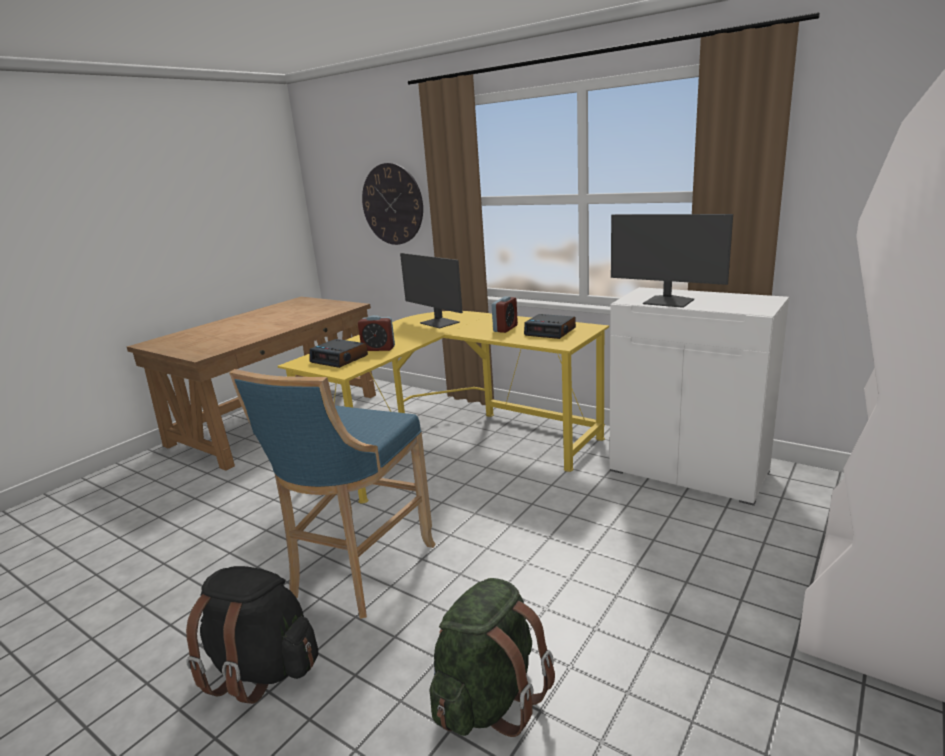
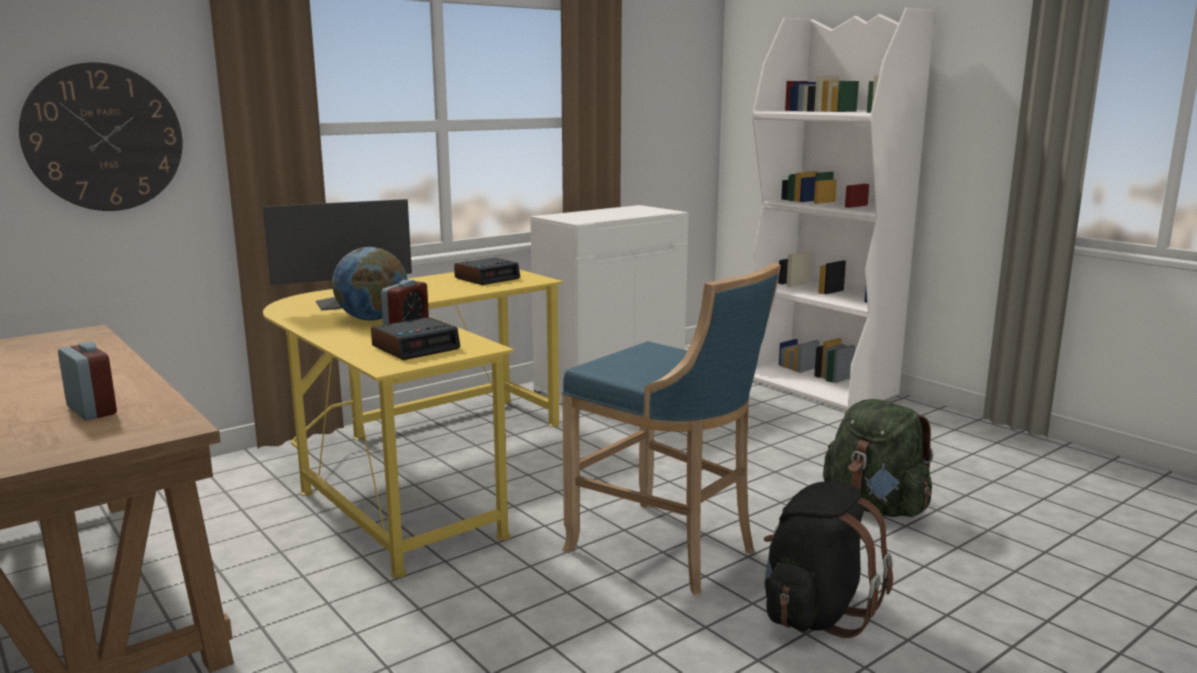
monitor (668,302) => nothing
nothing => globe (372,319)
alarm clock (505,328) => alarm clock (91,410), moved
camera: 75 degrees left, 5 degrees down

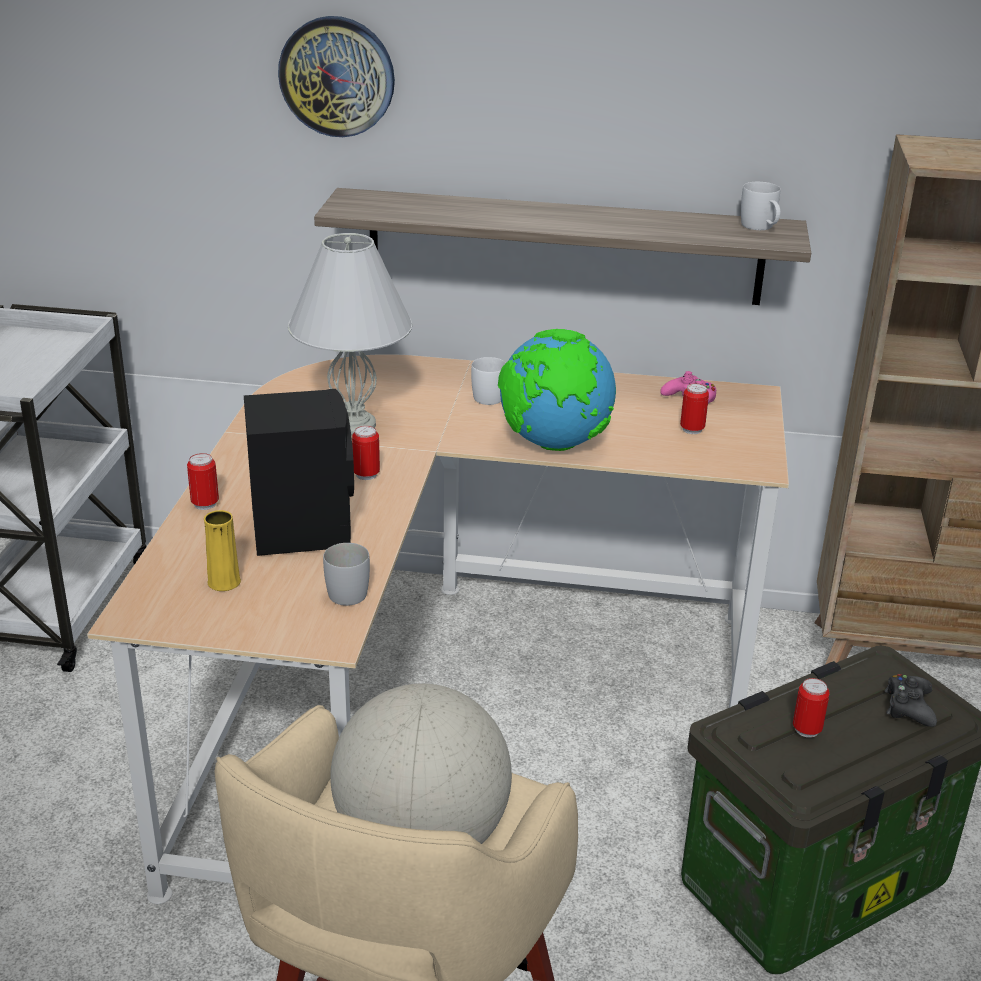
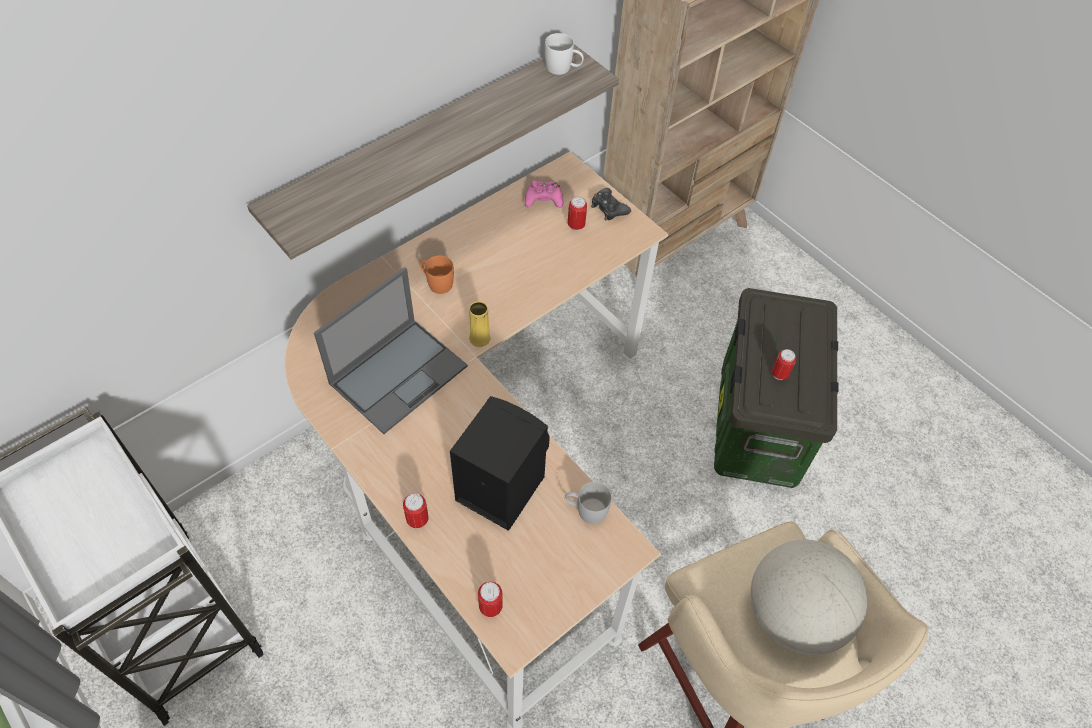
wall clock (337,76) => nothing
globe (554,445) => nothing
vase (yellow) (224,582) => vase (yellow) (479,338), moved
can (366,475) => can (490,607), moved
game controller (black) (909,707) => game controller (black) (609,208), moved
table lamp (white) (354,424) => laptop (399,373)
mug (white) (487,395) => mug (orange) (436,282)
camera: 50 degrees left, 25 degrees up

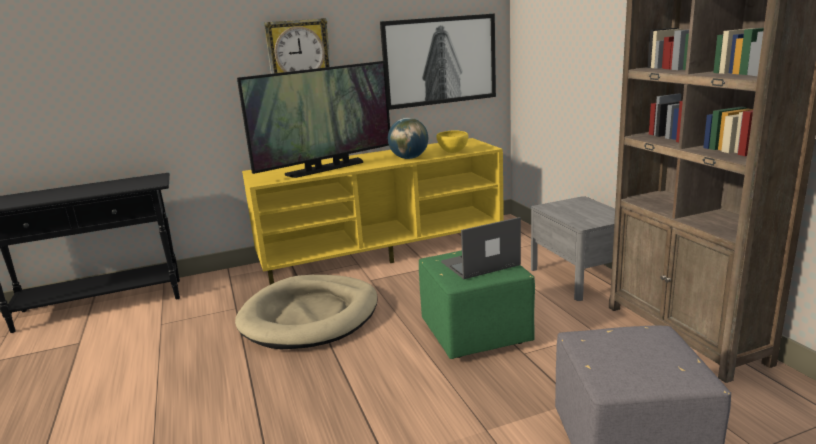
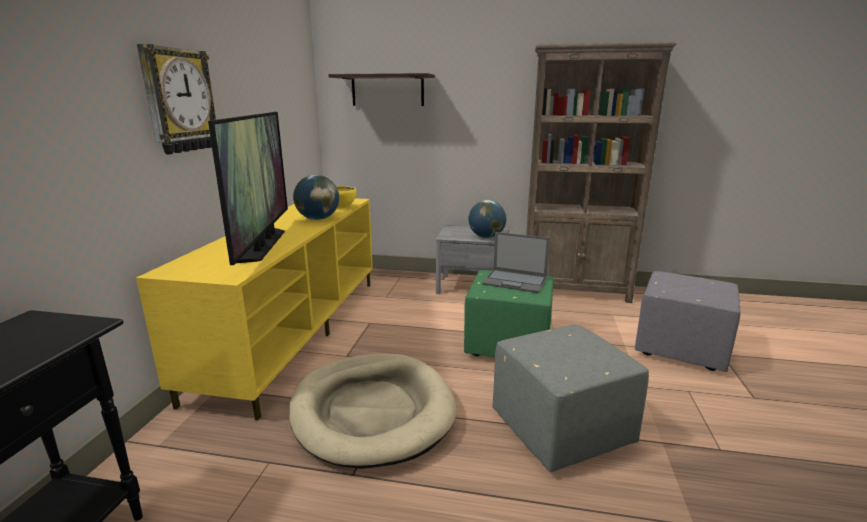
picture (440,61) => nothing
nothing => shelf (387,90)
nothing => globe (486,237)
nothing => ottoman (grey) (560,428)
laptop (479,264) => laptop (515,281), 75 degrees counterclockwise
camera: 60 degrees left, 0 degrees up

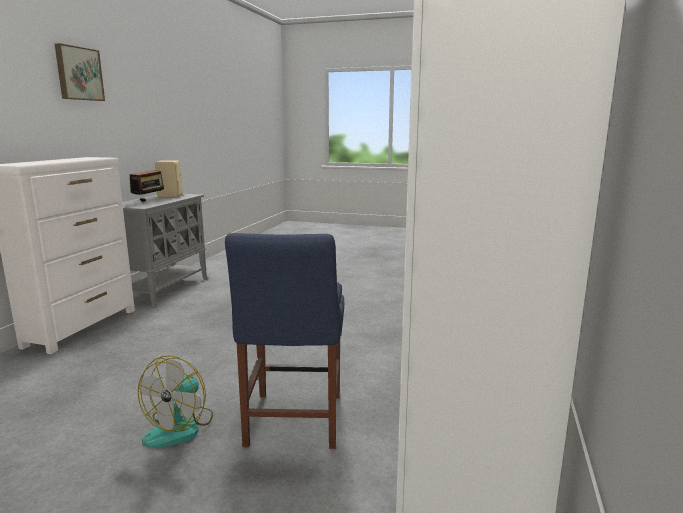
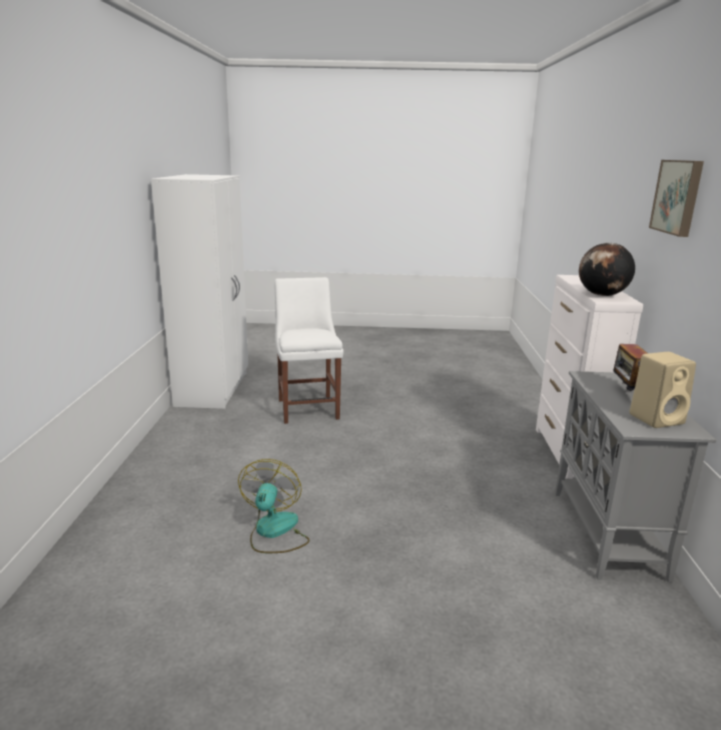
nothing => globe (602,295)
fan (180,427) => fan (274,532), moved
chair (blue) (293,423) => chair (white) (308,407)
camera: 165 degrees right, 5 degrees up

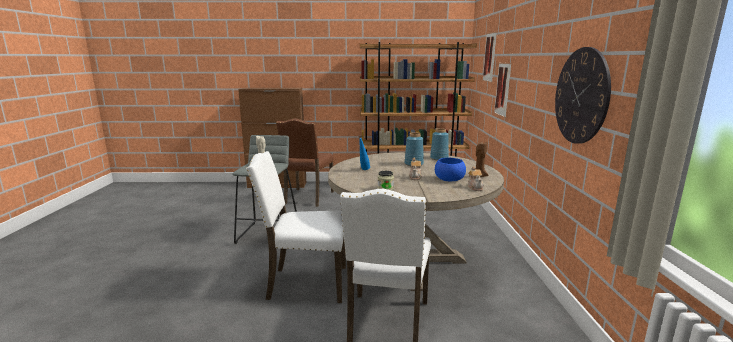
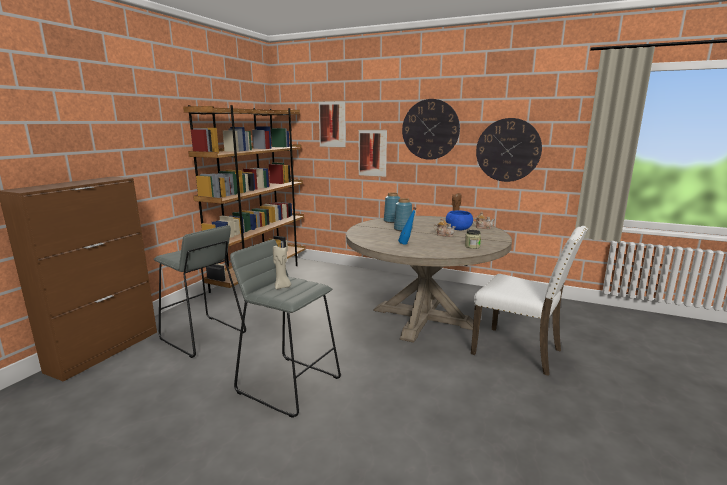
chair (white) (305,283) => nothing
nothing => wall clock (430,129)
chair (brown) (308,198) => stool (grey) (202,336)
camera: 65 degrees left, 0 degrees up

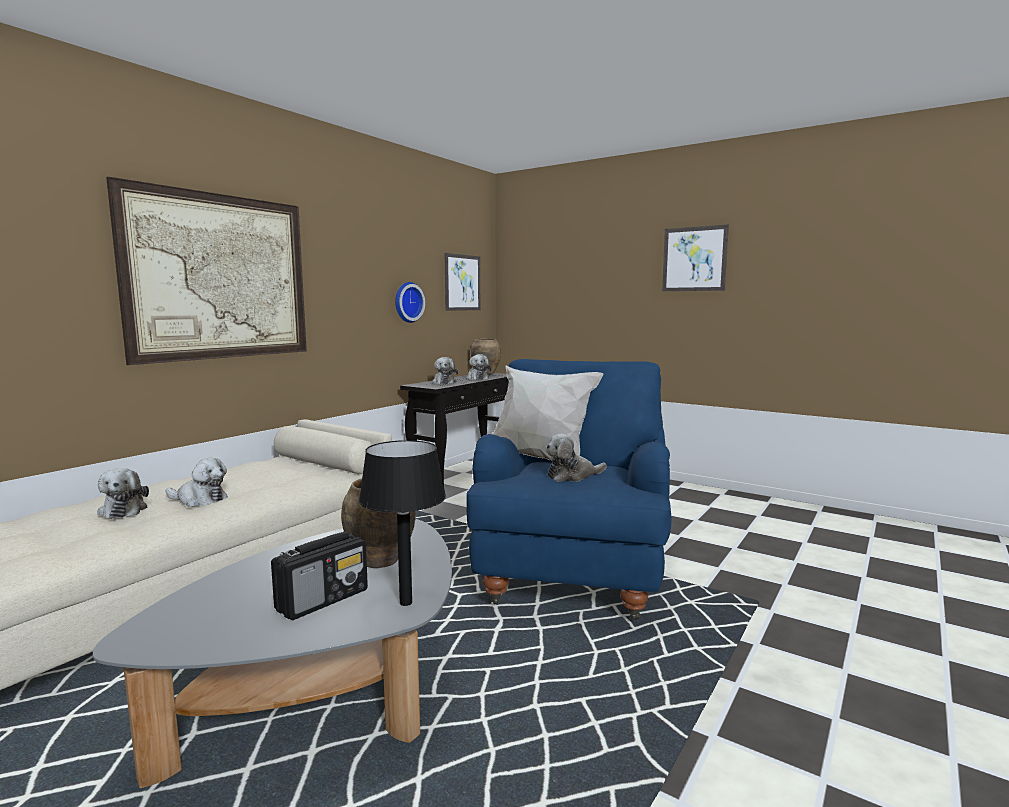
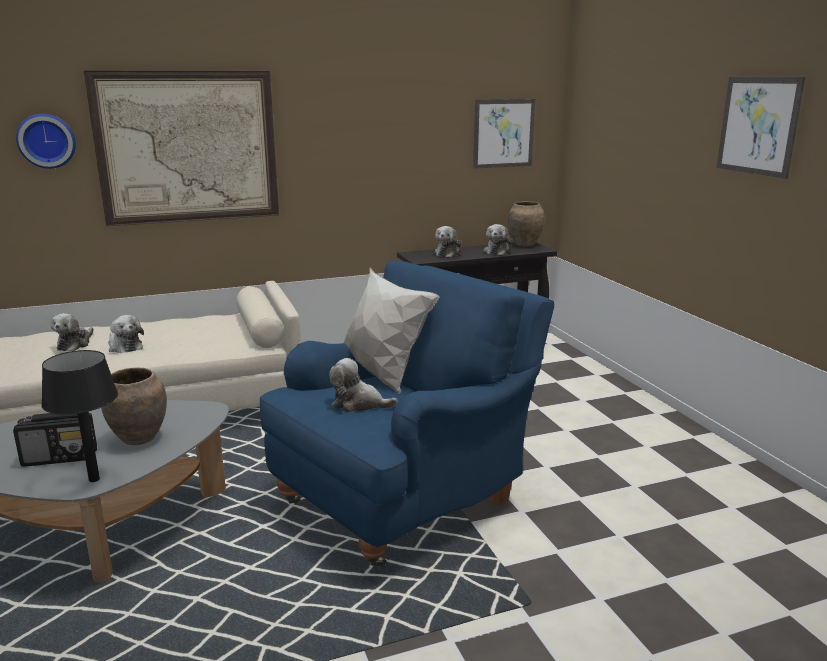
wall clock (407,302) => wall clock (46,141), moved
camera: 35 degrees right, 10 degrees up

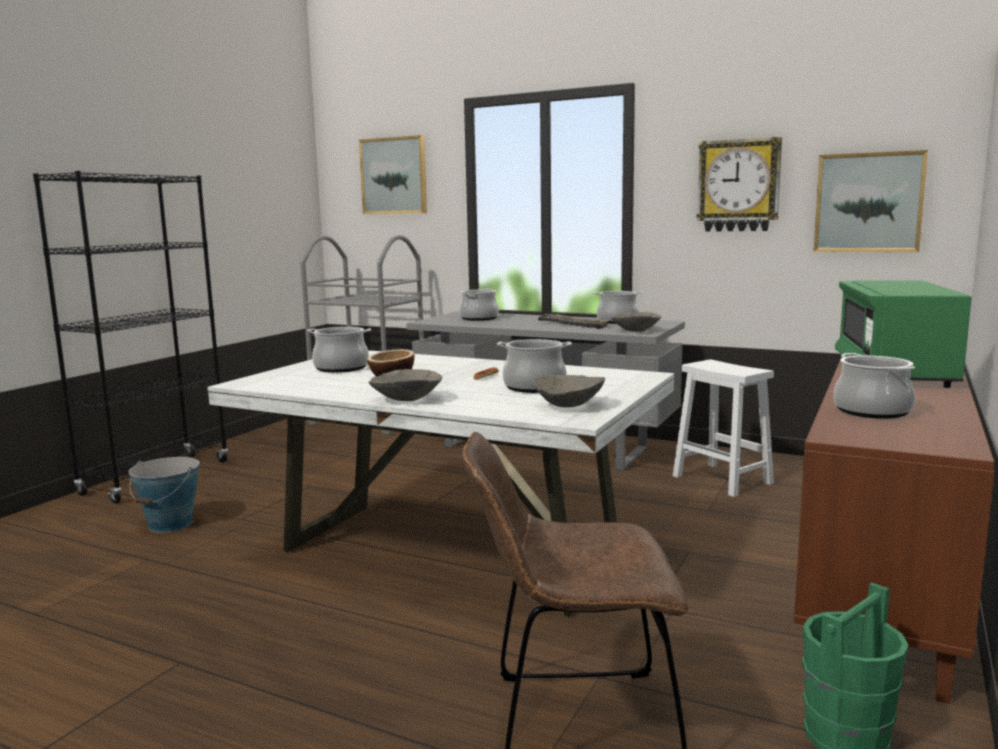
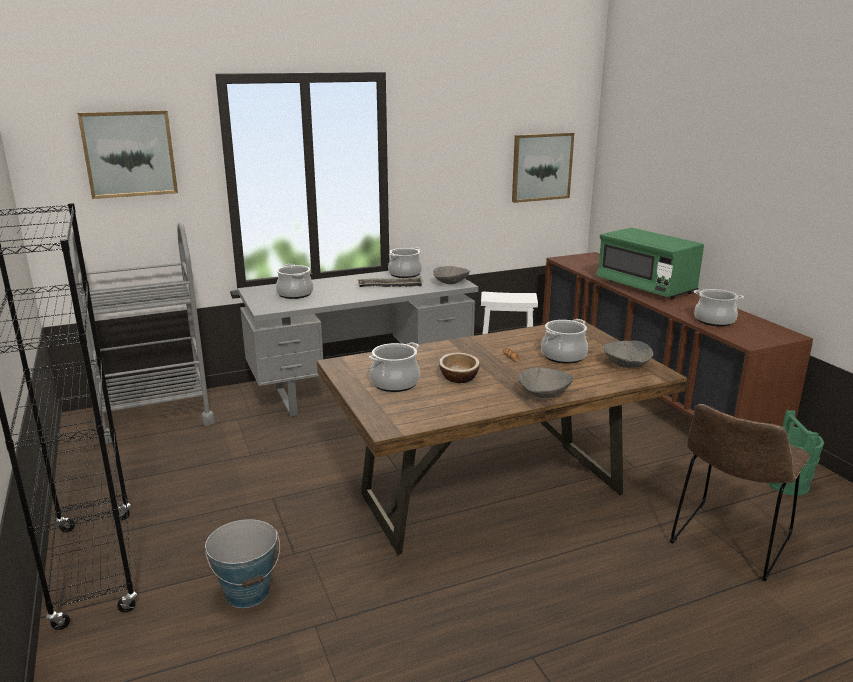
wall clock (739,186) => nothing
dining table (white) (452,554) => dining table (brown) (493,494)
camera: 50 degrees left, 10 degrees up

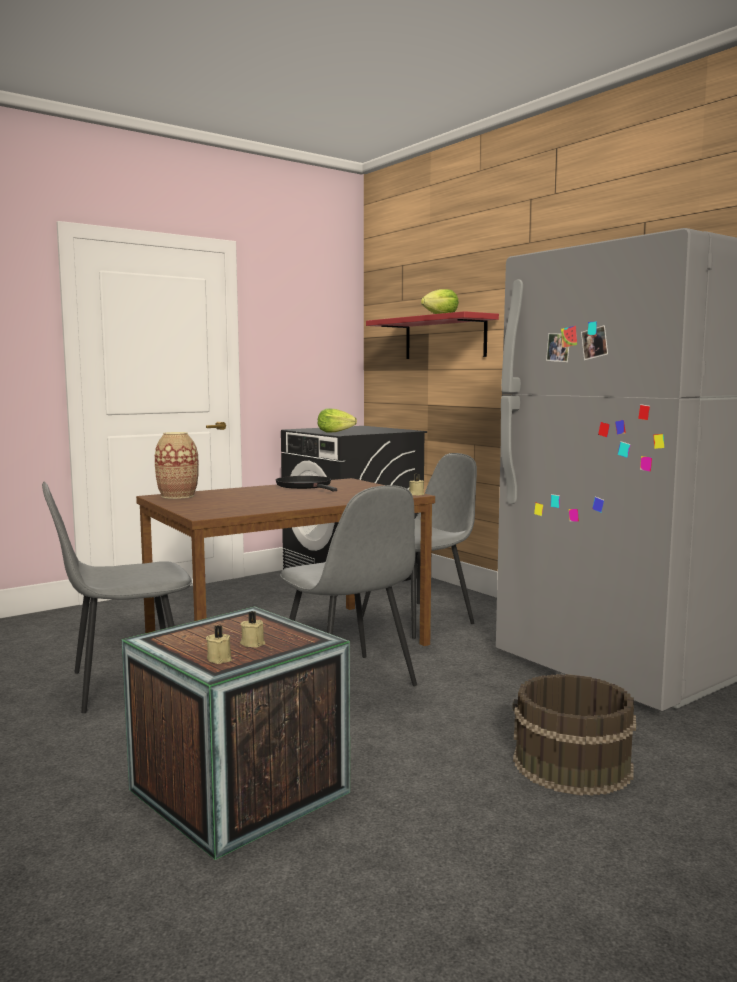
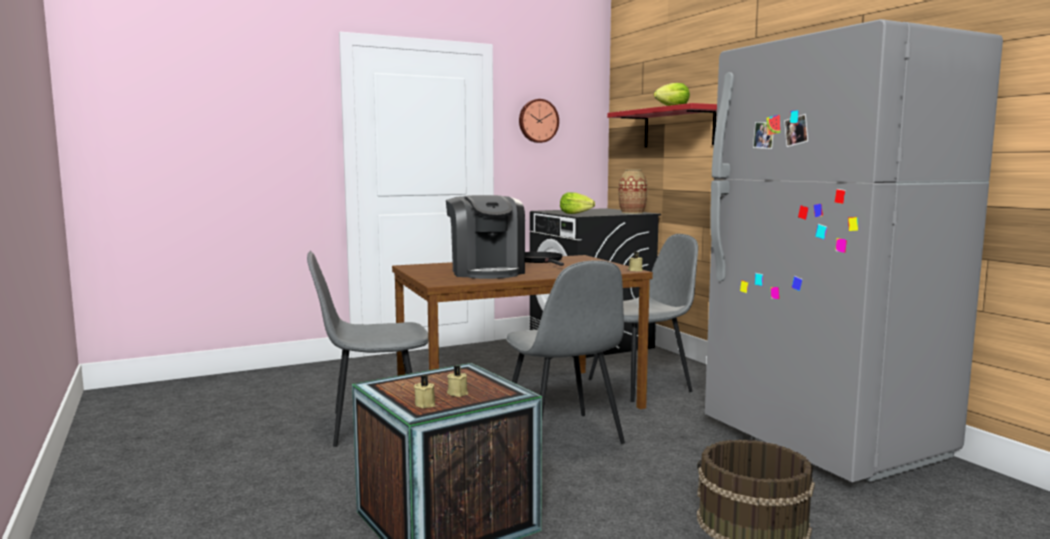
nothing => coffee machine (486,272)
nothing => wall clock (538,121)
vase (177,496) => vase (632,212), moved
camera: 10 degrees right, 0 degrees up

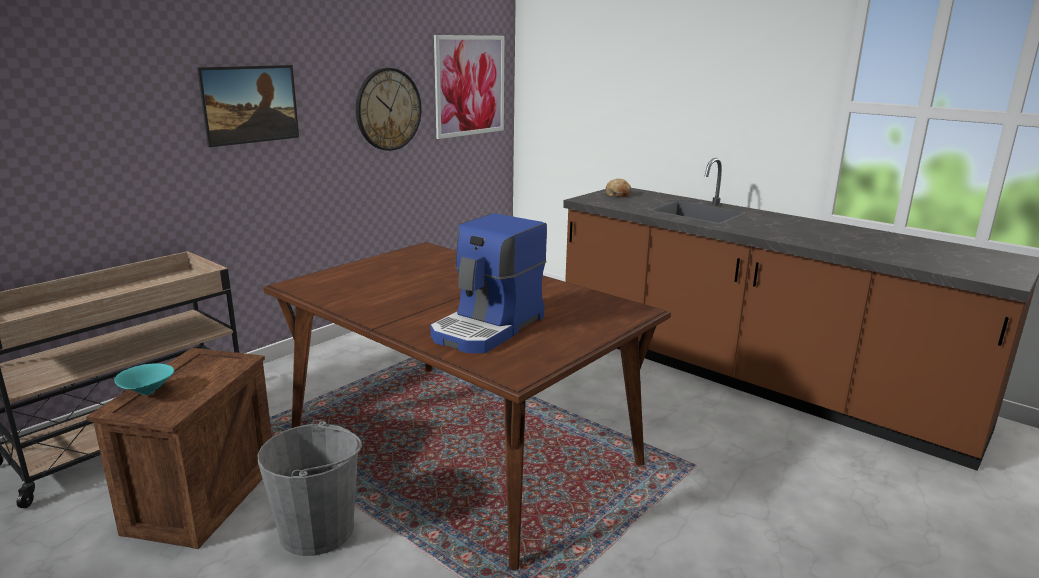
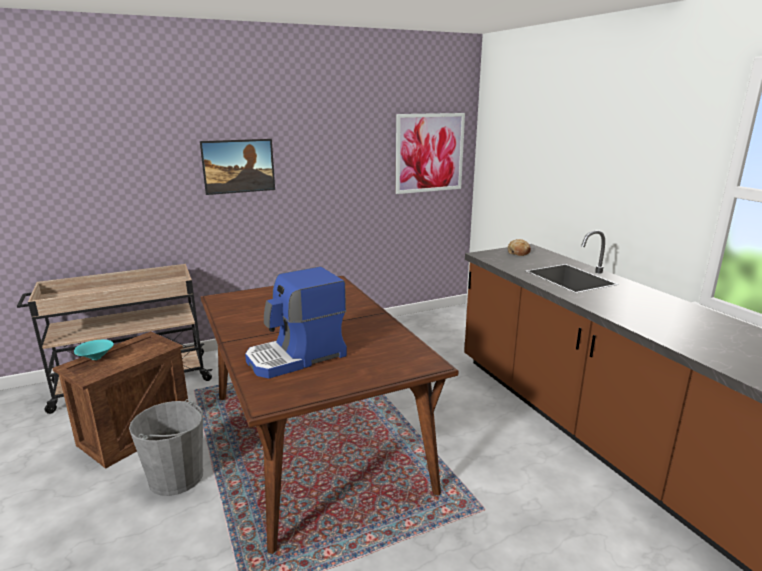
wall clock (388,109) => nothing
camera: 25 degrees right, 0 degrees up

